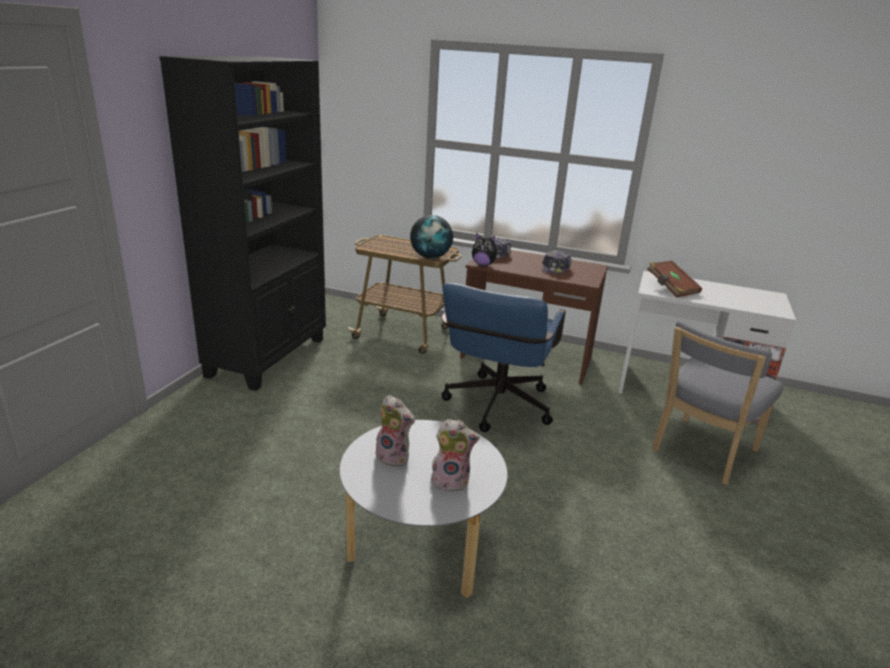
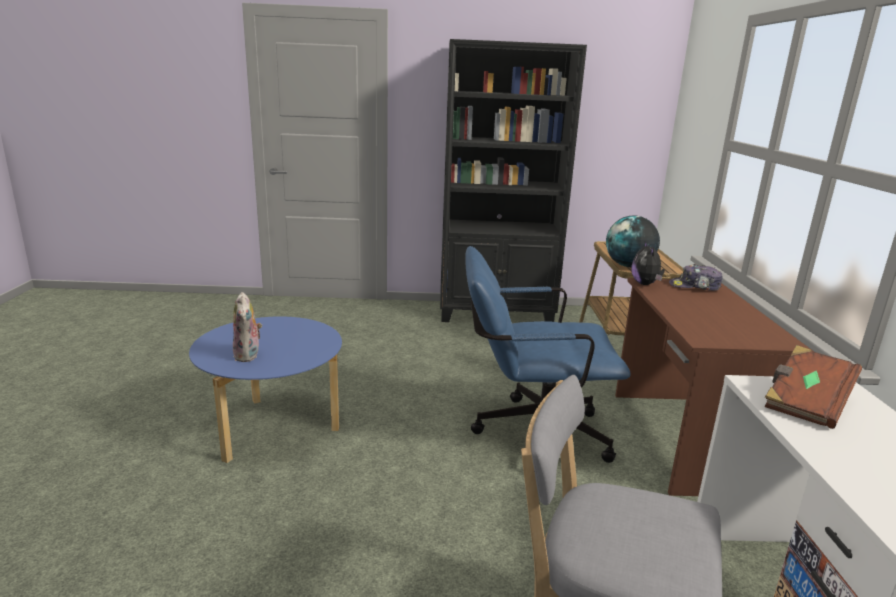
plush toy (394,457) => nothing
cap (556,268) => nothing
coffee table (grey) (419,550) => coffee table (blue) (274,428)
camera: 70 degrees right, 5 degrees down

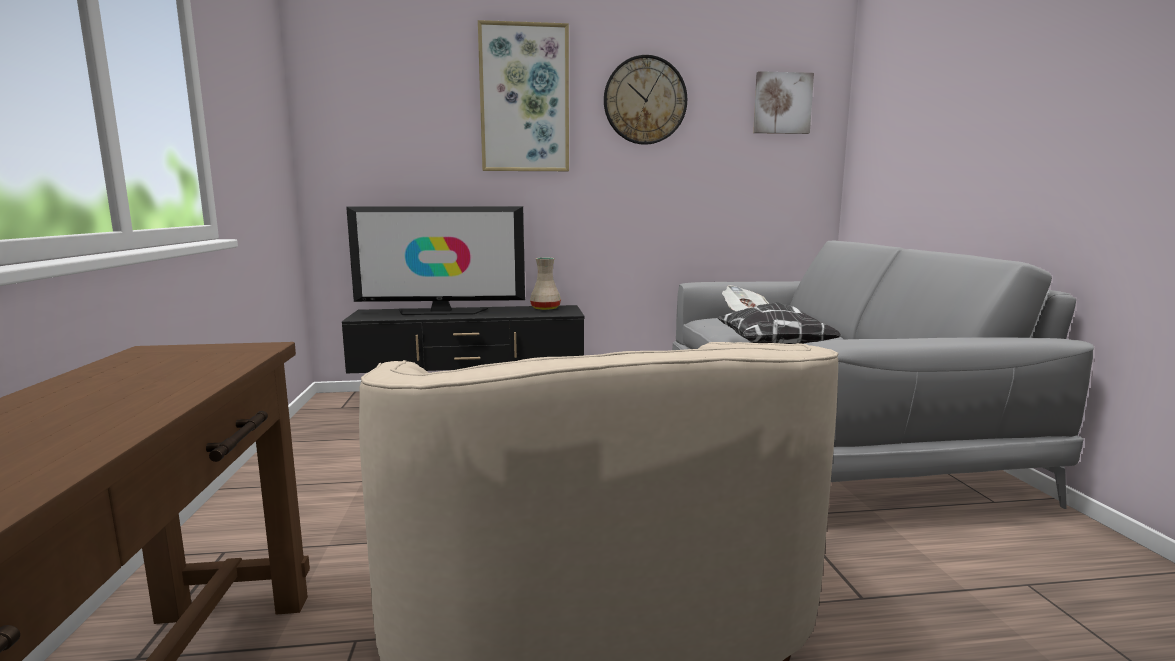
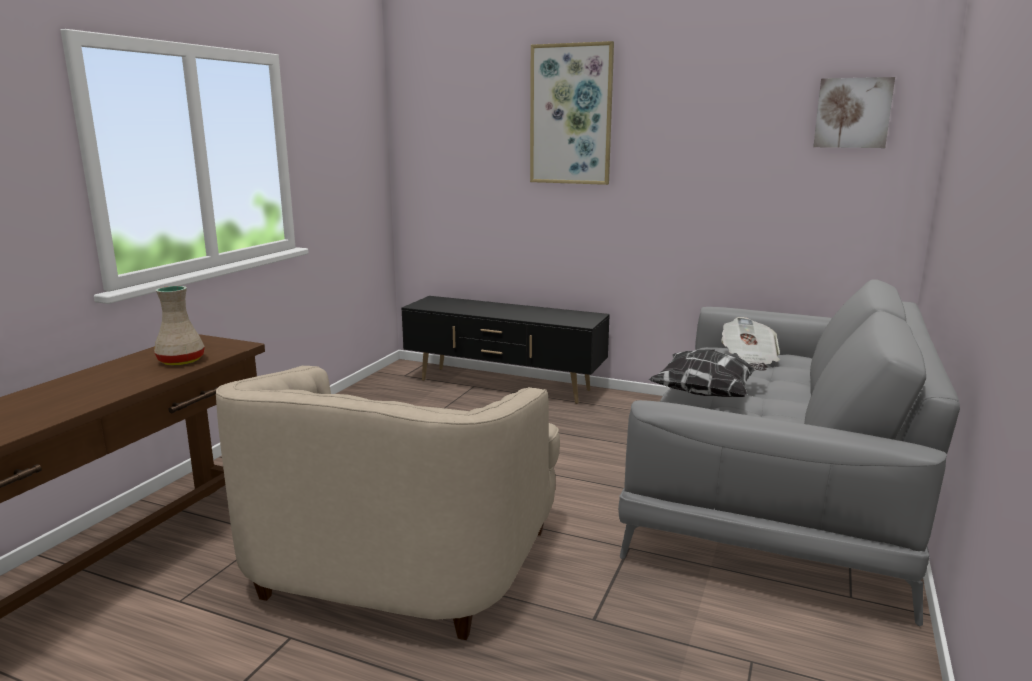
television (441,312) => nothing
wall clock (645,100) => nothing
vase (beige) (545,308) => vase (beige) (180,361), moved
camera: 30 degrees right, 5 degrees up

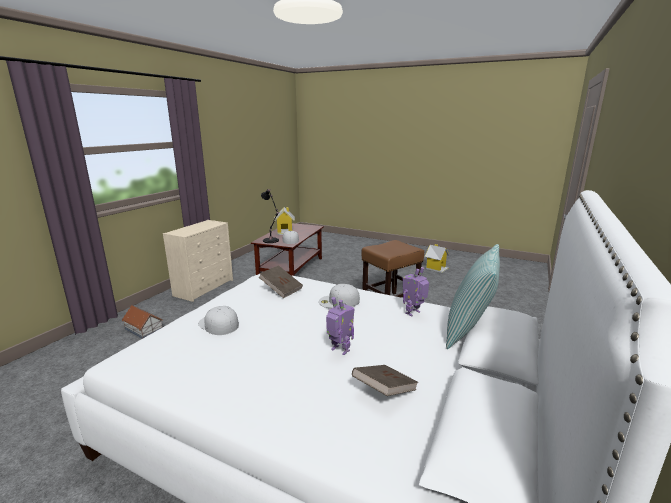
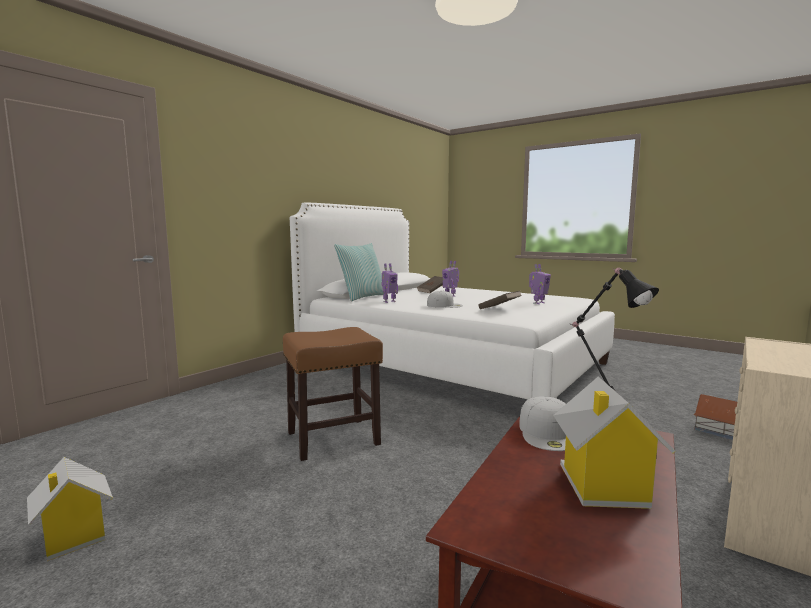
cap (white) (218,324) => toy robot (538,303)
camera: 170 degrees left, 10 degrees down

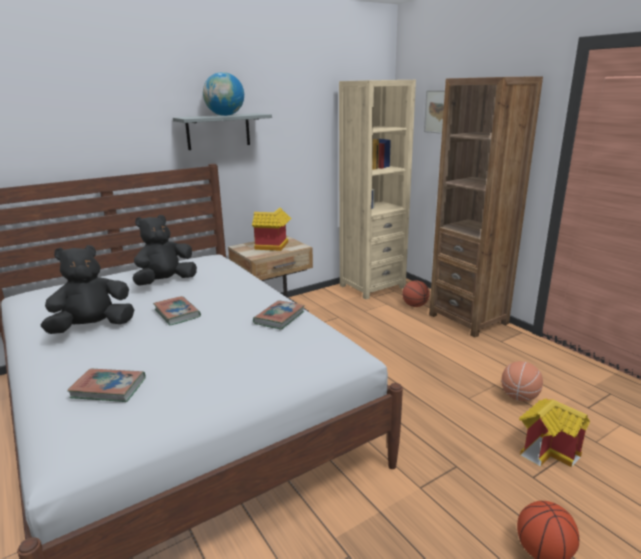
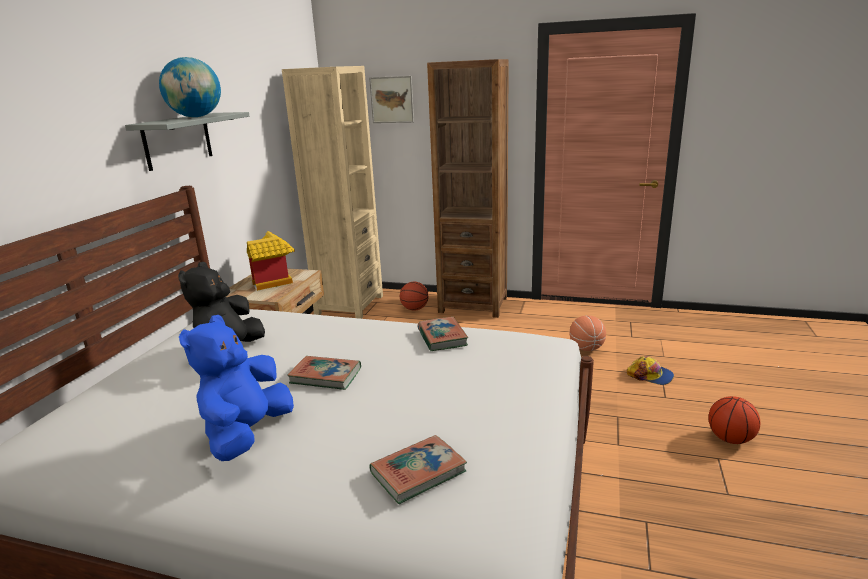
toy house (549,451) => cap (650,375)
plush toy (black) (93,327) => plush toy (blue) (247,434)
camera: 40 degrees left, 0 degrees up

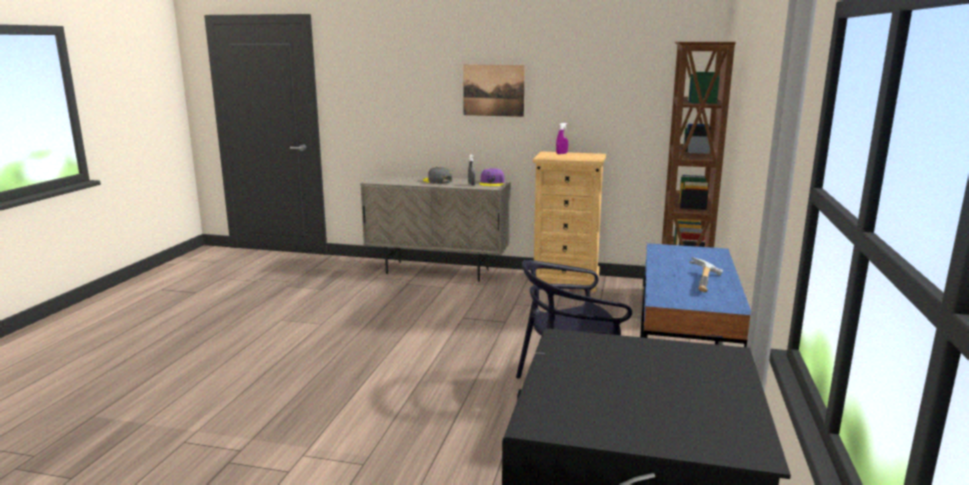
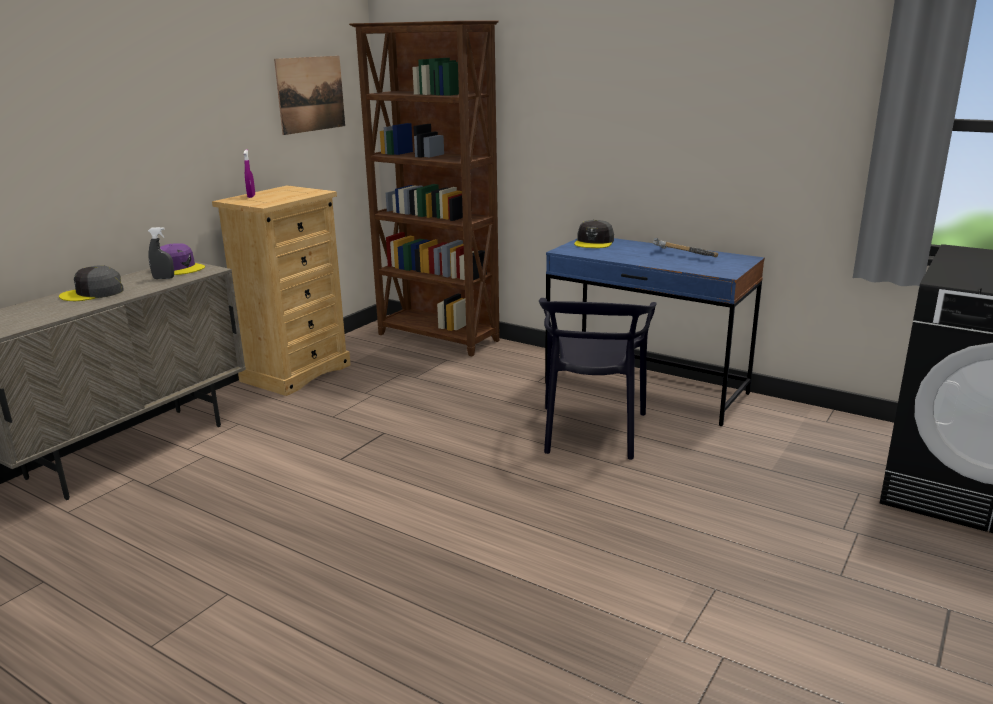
nothing => cap (grey) (594,242)
picture (493,90) => picture (311,94), moved
camera: 70 degrees left, 5 degrees up

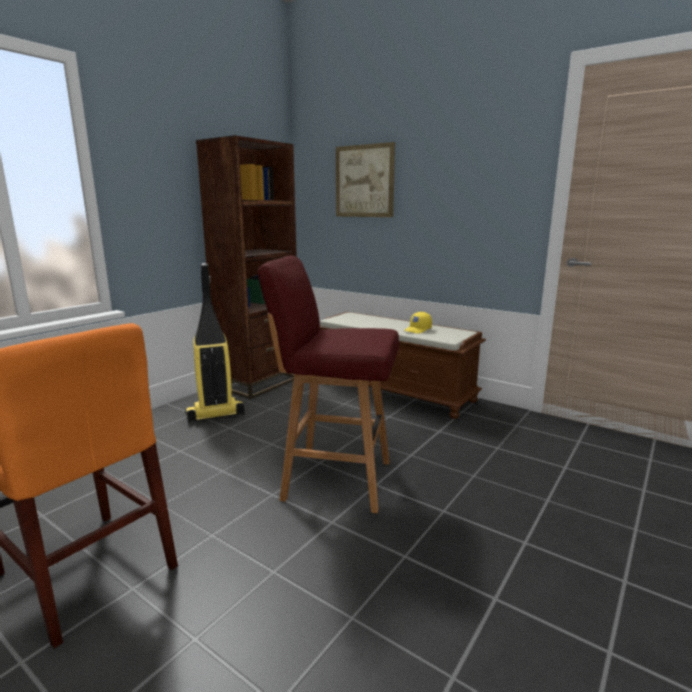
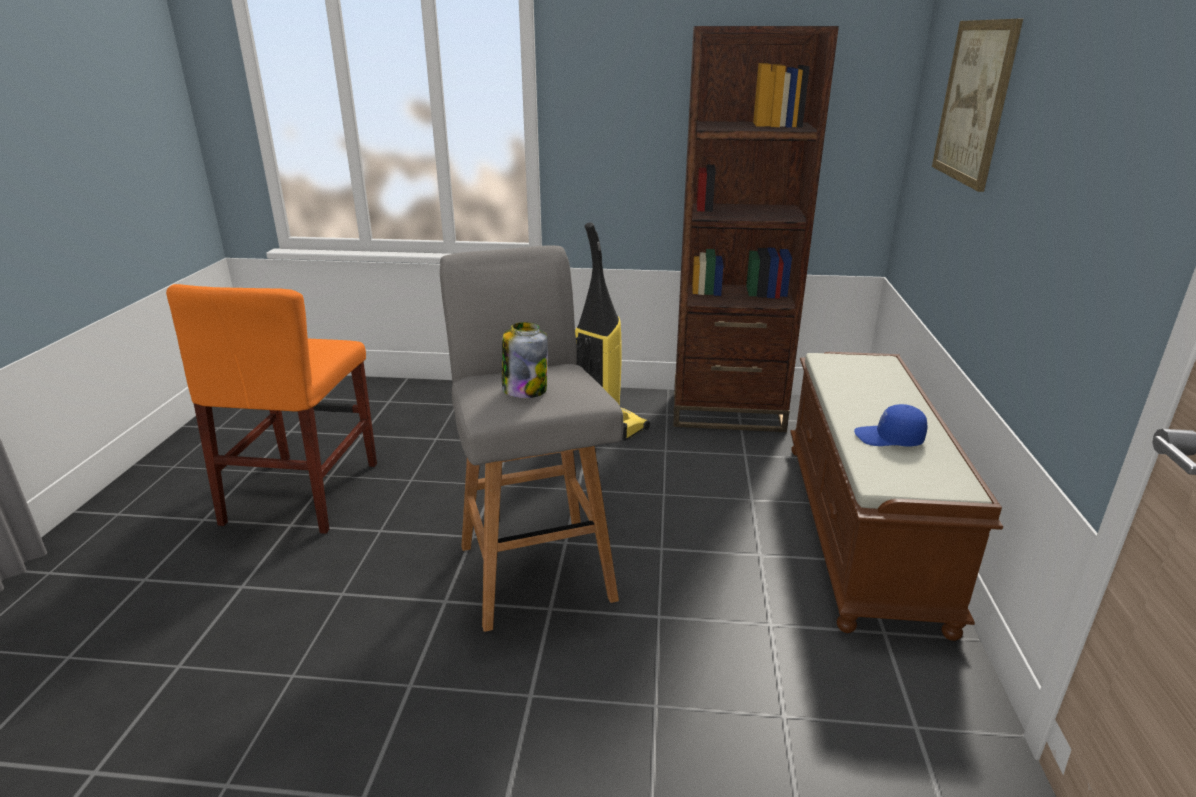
nothing => jar (524,389)
stool (red) (334,479) => stool (grey) (535,569)
cap (yellow) (418,330) => cap (blue) (889,438)
camera: 60 degrees right, 10 degrees up

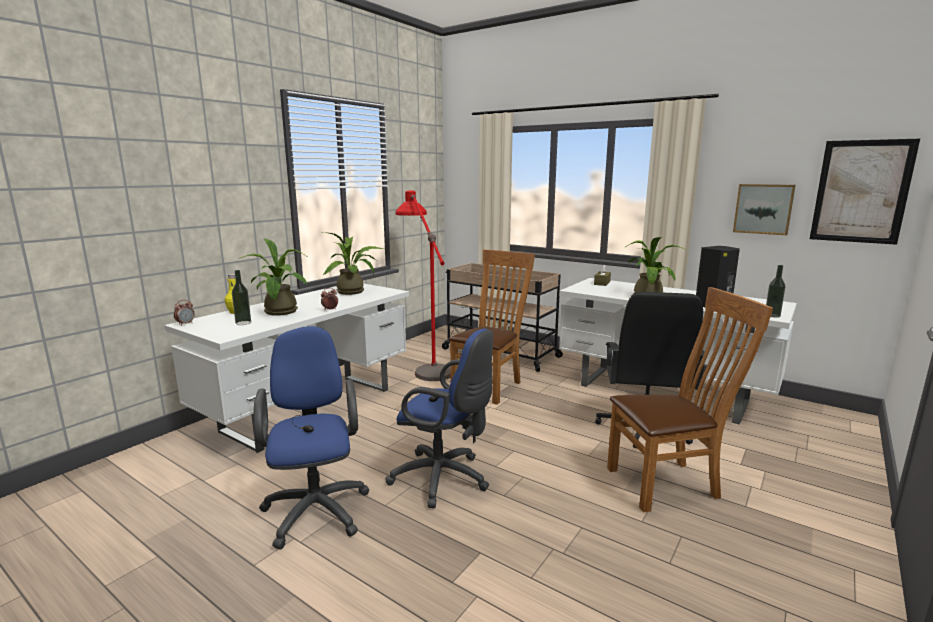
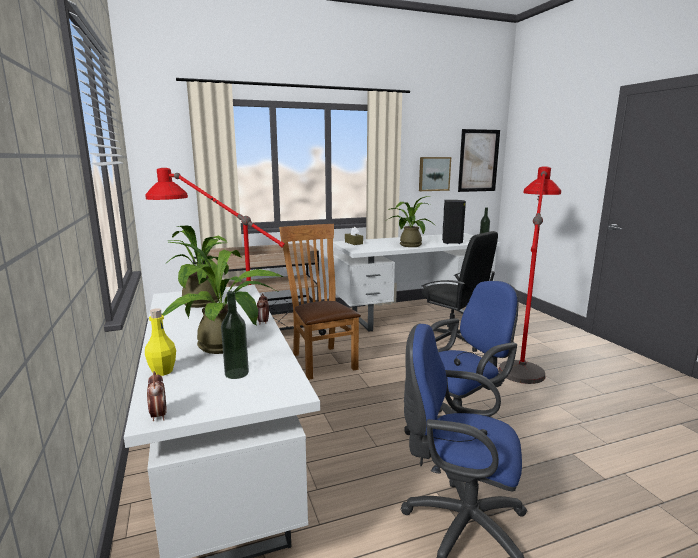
chair (brown) (669,483) => floor lamp (red) (523,360)
camera: 55 degrees left, 0 degrees up

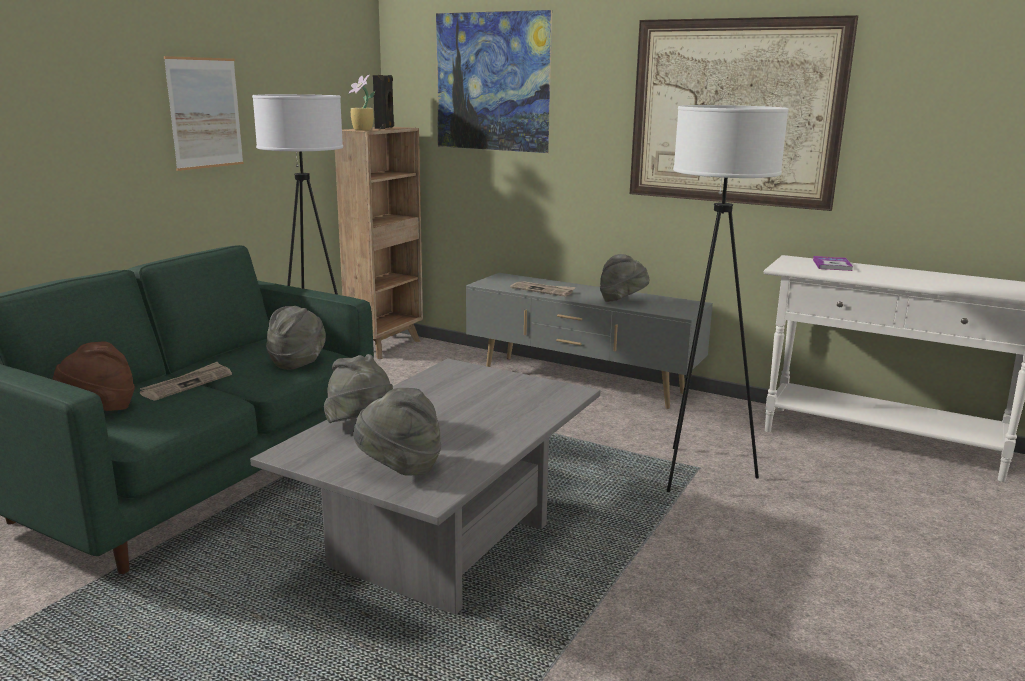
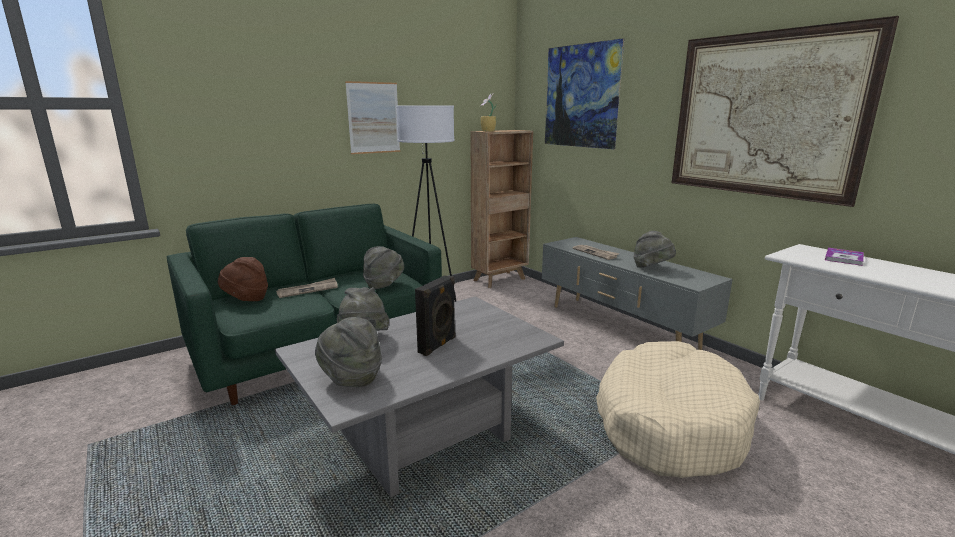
speaker (black) (385,128) => speaker (black) (438,345), moved
floor lamp (white) (698,472) => dog bed (beige) (669,423)
camera: 25 degrees right, 0 degrees up

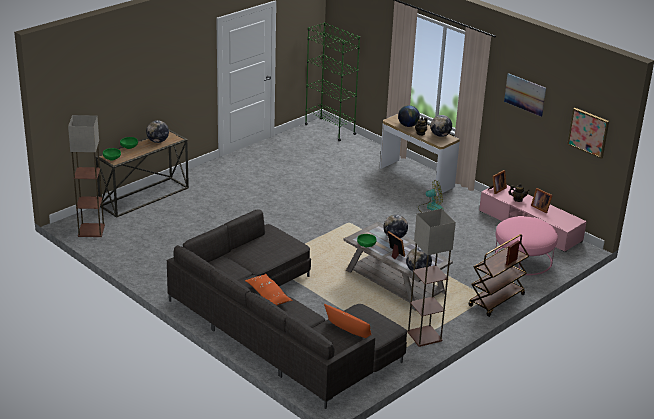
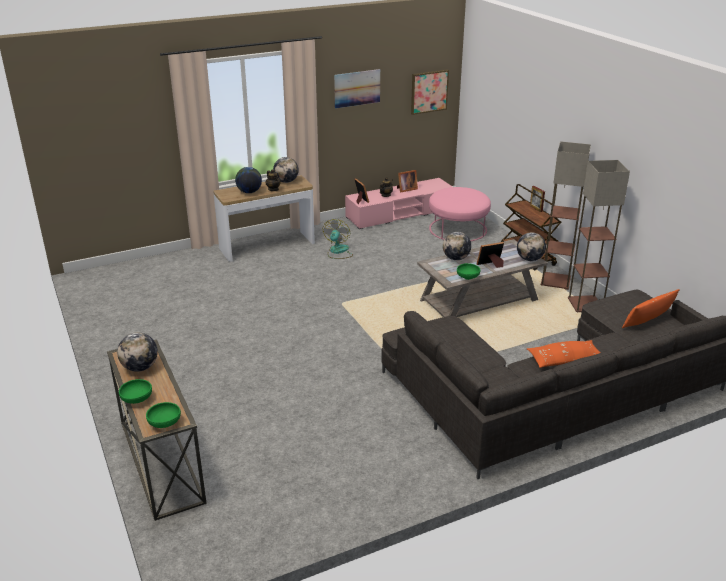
bookcase (green) (330,129) => nothing
floor lamp (91,230) => floor lamp (555,281), moved
camera: 70 degrees left, 0 degrees up

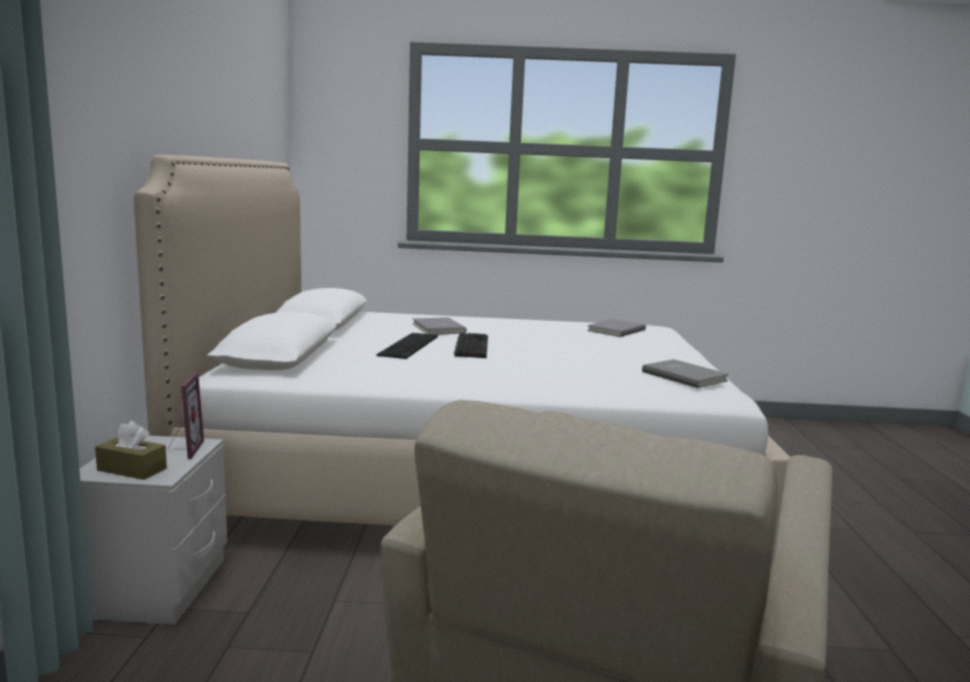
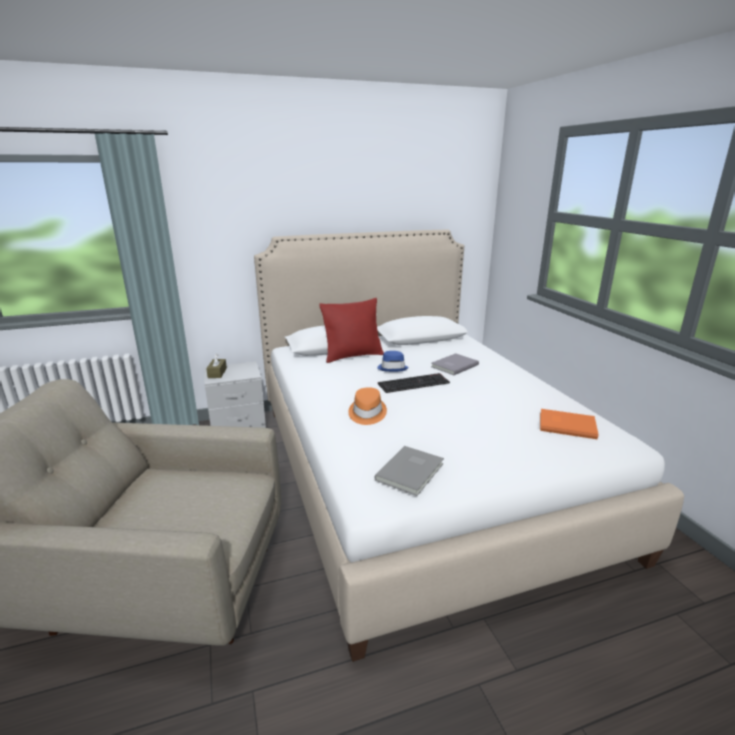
picture frame (182,450) => nothing
nothing => pillow (red) (353,356)
nothing => hat (orange) (366,413)
keyboard (409,345) => hat (blue) (392,368)
book (grey) (614,330) => book (orange) (566,425)
camera: 70 degrees right, 10 degrees up

